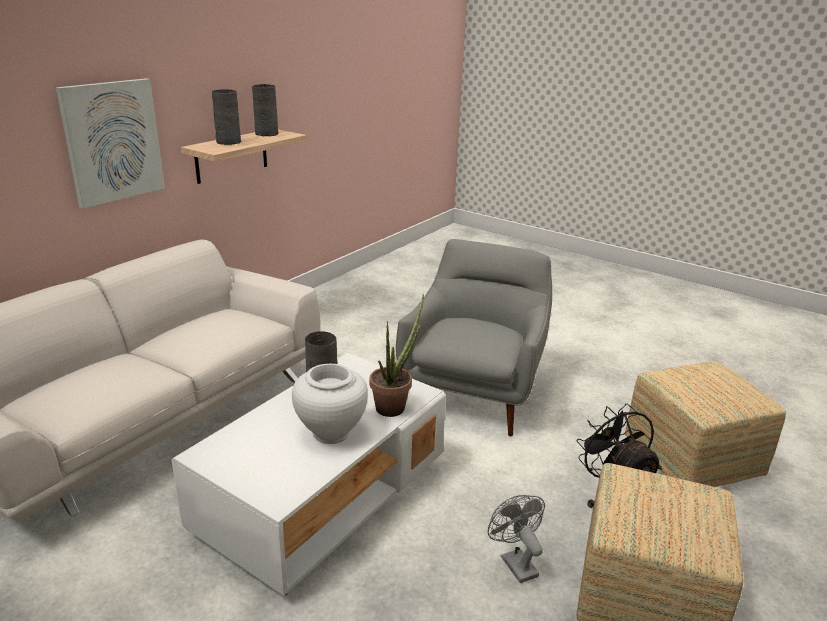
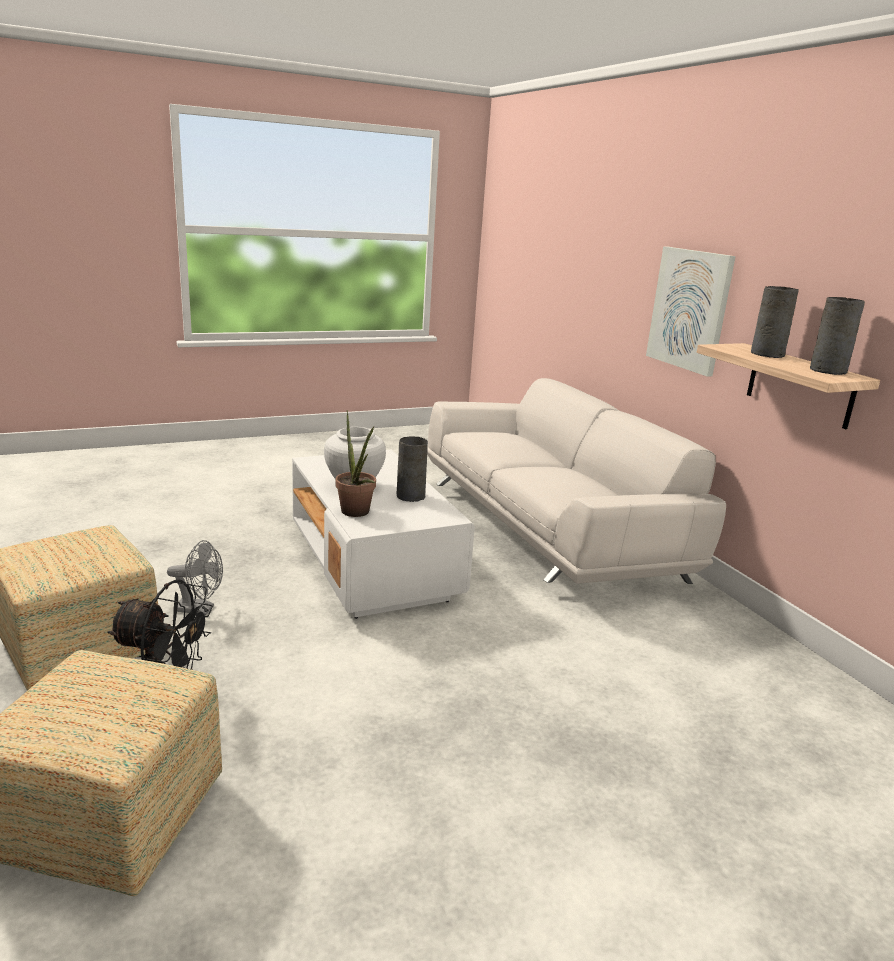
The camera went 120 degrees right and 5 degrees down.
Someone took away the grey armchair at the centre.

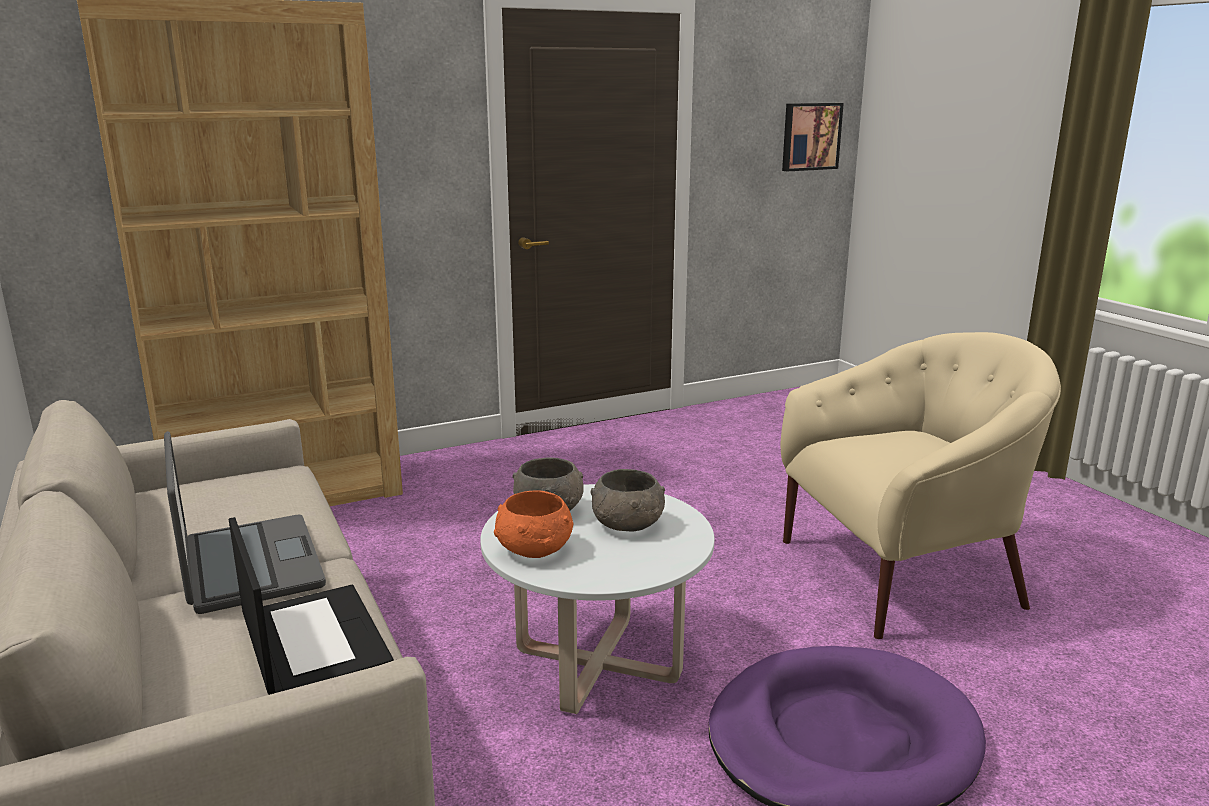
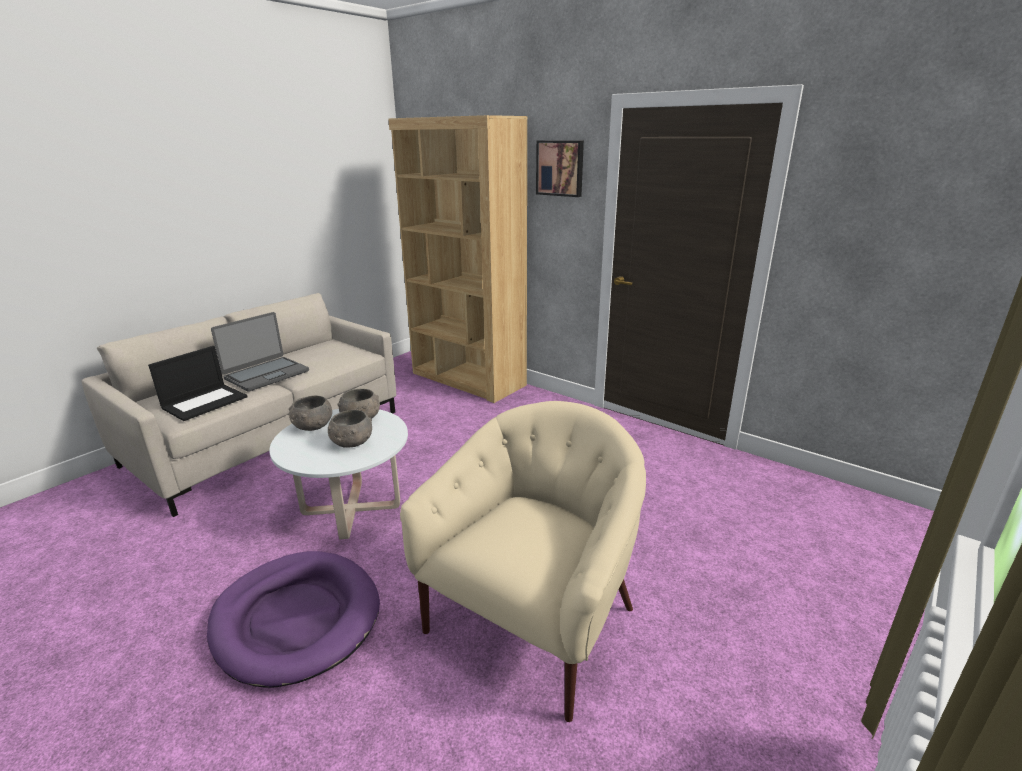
The camera went 65 degrees right and 5 degrees up.
Someone carried the wall picture from the top right to the top centre.
Someone repainted the orange bowl at the centre, which became the grey bowl (no. 1 from left) at the middle left.
Someone rotated the beige-coloured armchair at the middle right by 105 degrees counterclockwise.

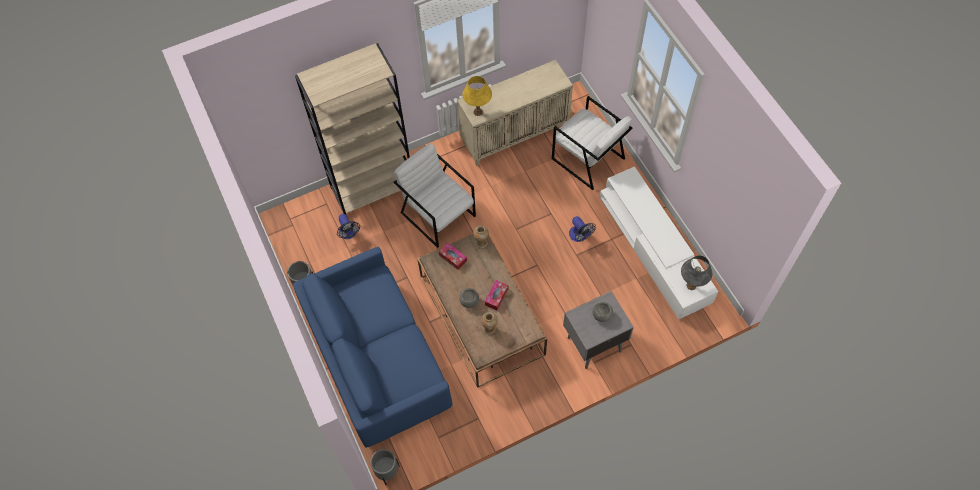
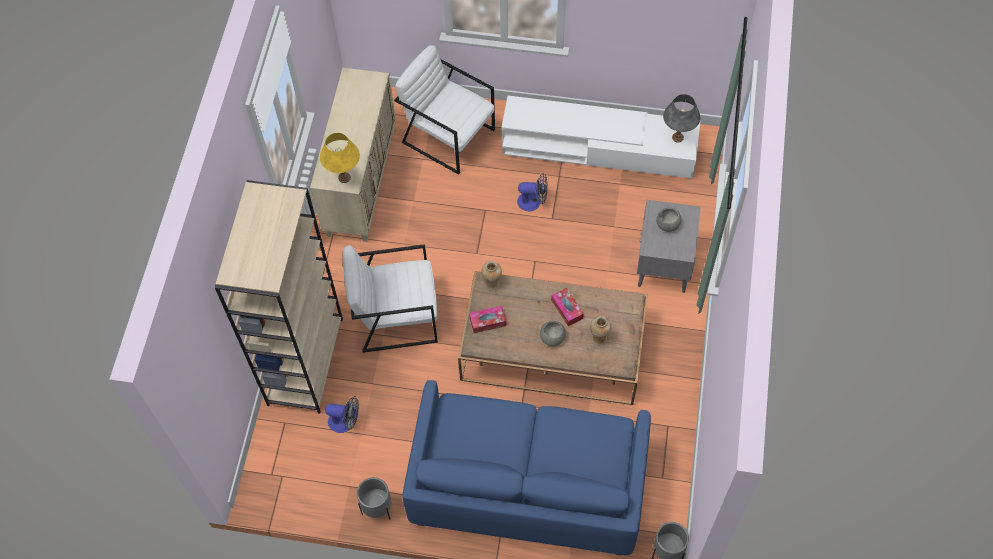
The camera went 55 degrees left and 0 degrees up.
Someone rotated the white-coloured armchair (no. 2 from left) at the top centre by 135 degrees counterclockwise.

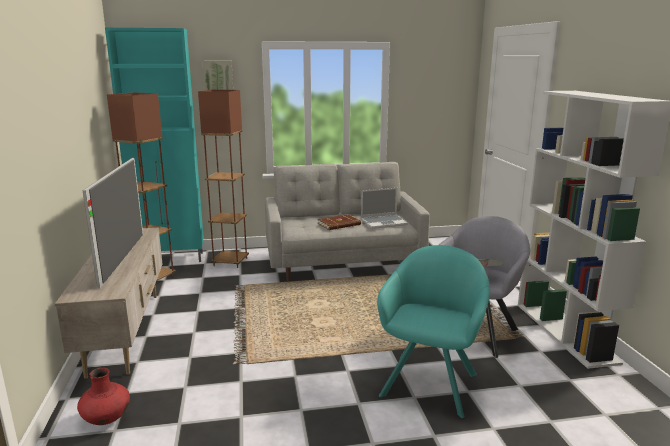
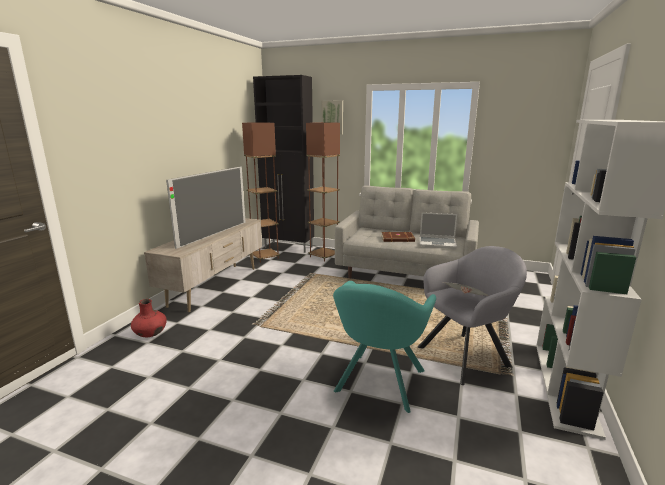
The camera went 30 degrees right and 0 degrees up.
Someone repainted the turquoise-coloured cupboard at the top left, which became the black-coloured cupboard at the centre.
Someone rotated the turquoise-coloured armchair at the bottom centre by 150 degrees clockwise.

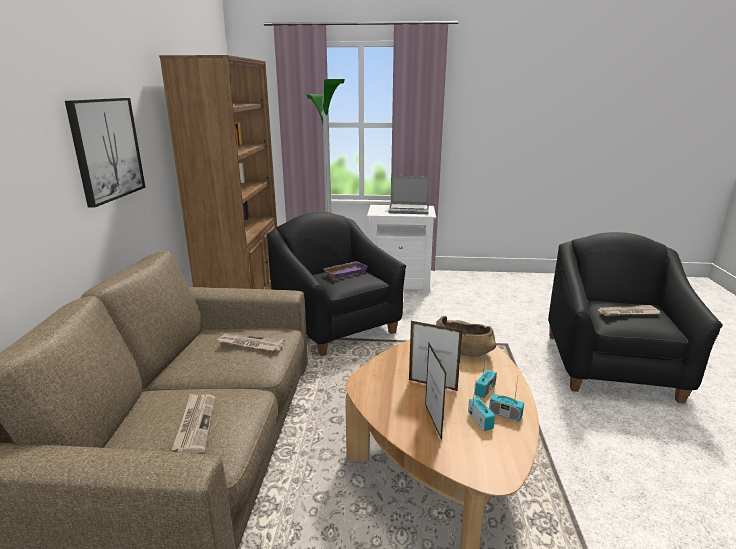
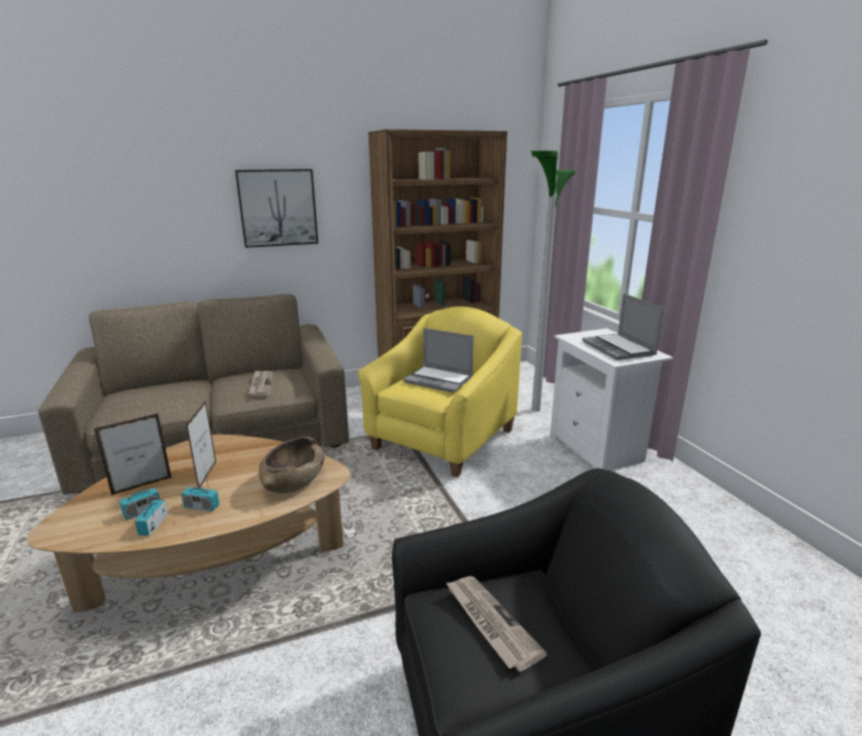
The camera went 65 degrees right and 0 degrees up.
Someone took away the daily paper (no. 1 from left) at the bottom left.
Someone swapped the purple-coloured tray at the centre for the laptop (no. 1 from left) at the centre.
Someone repainted the black-coloured armchair (no. 1 from left) at the centre, which became the yellow-coloured armchair at the centre.

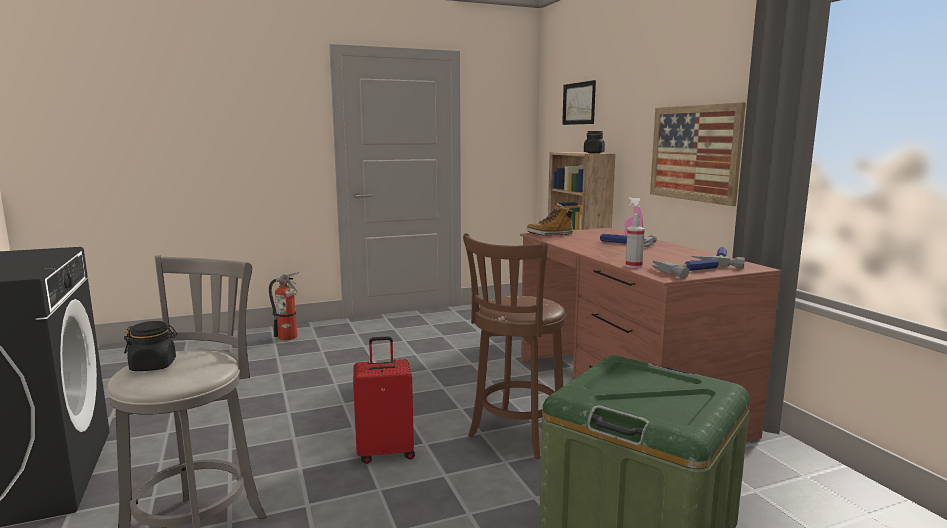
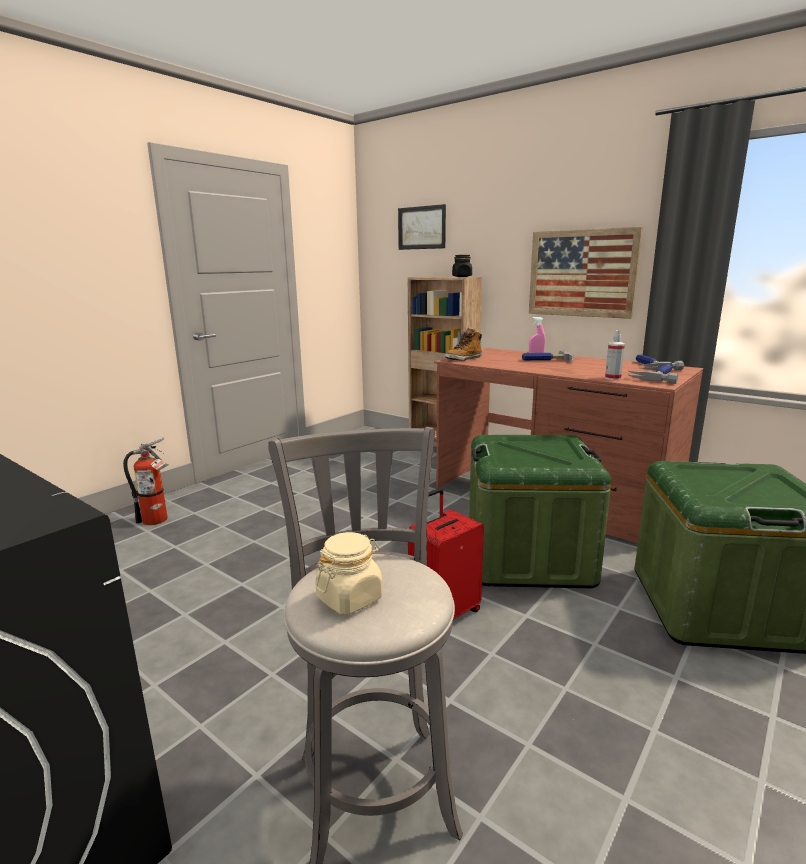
The camera went 30 degrees left and 5 degrees up.
Someone swapped the brown stool seat at the centre for the green storage bin (no. 1 from left) at the middle right.
Someone repainted the black-coloured jar (no. 1 from left) at the middle left, which became the beige-coloured jar at the centre.

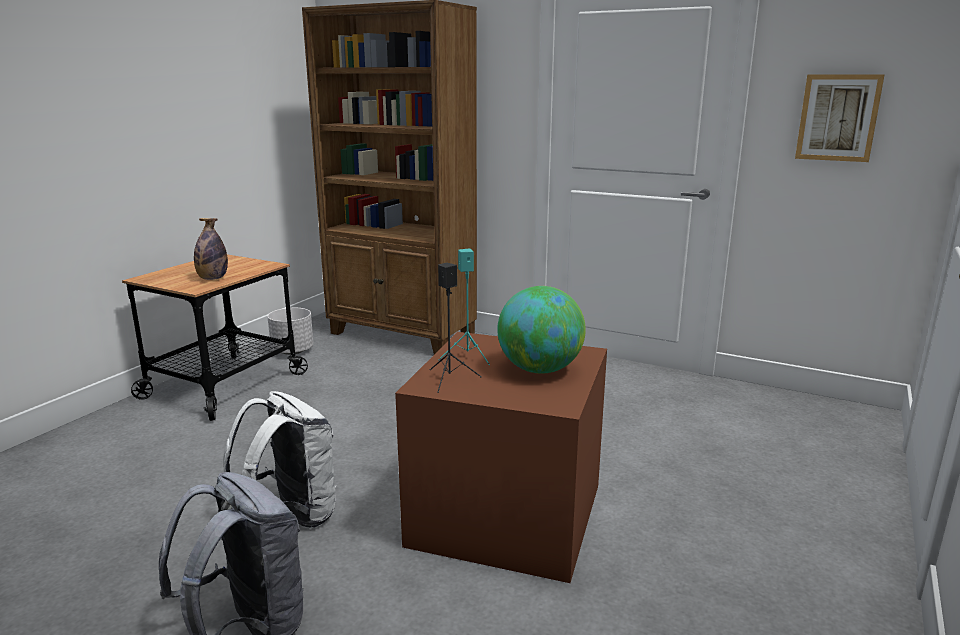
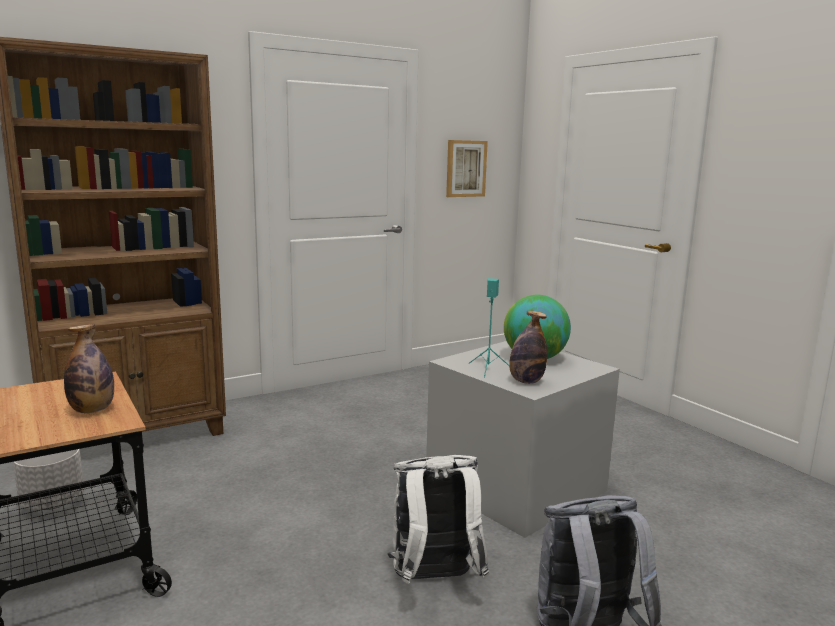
The camera went 60 degrees left and 5 degrees down.
Someone swapped the black-coloured audio speaker at the centre for the beverage bottle (no. 2 from left) at the centre.
Someone repainted the brown storage bin at the bottom centre, which became the grey storage bin at the bottom centre.

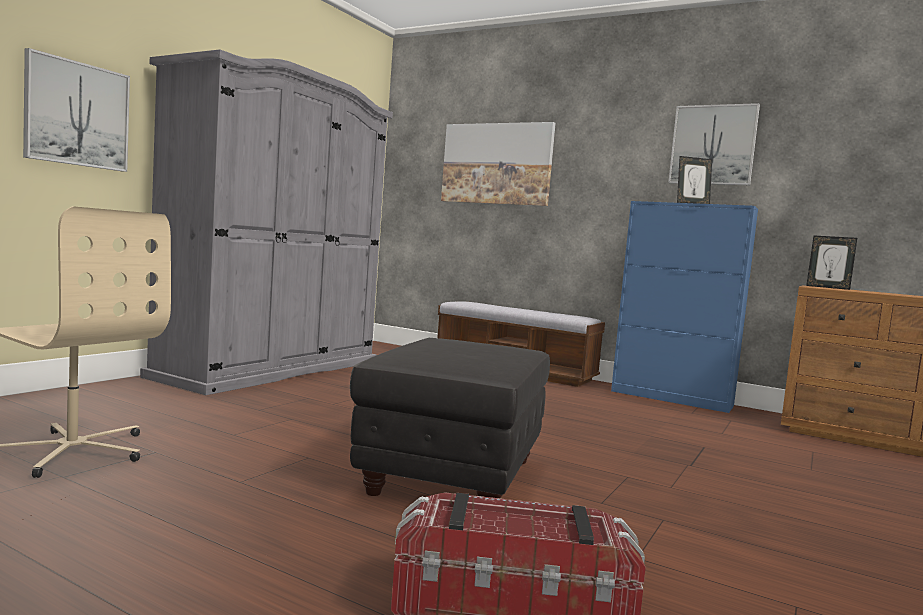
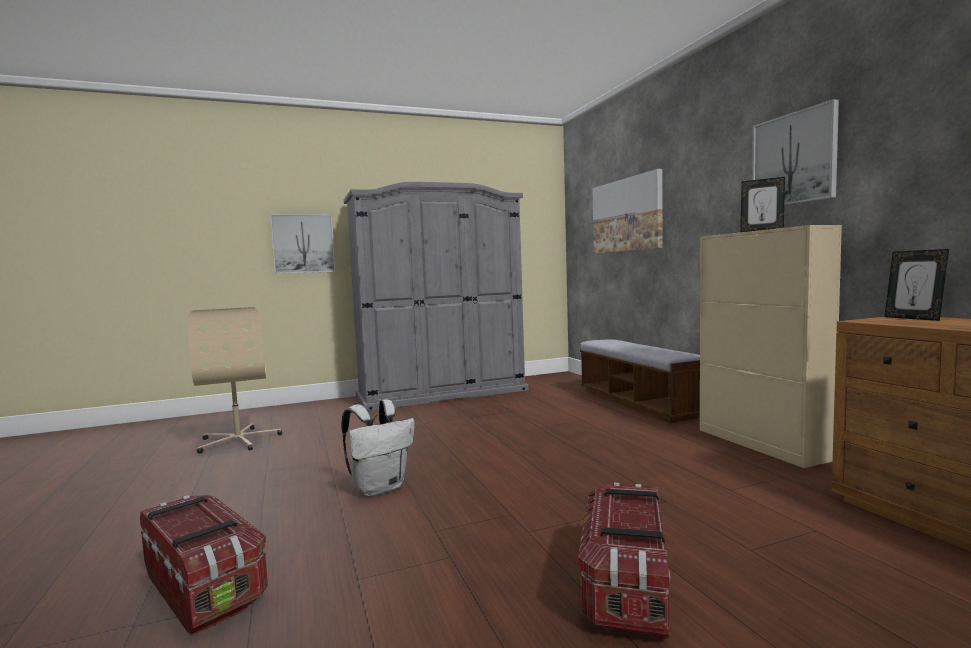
The camera went 40 degrees right and 0 degrees up.
Someone put down the storage bin (no. 2 from left) at the bottom centre.
Someone swapped the black-coloured ottoman at the bottom centre for the white-coloured backpack at the bottom centre.
Someone repainted the bluish cupboard at the middle right, which became the beige-coloured cupboard at the middle right.

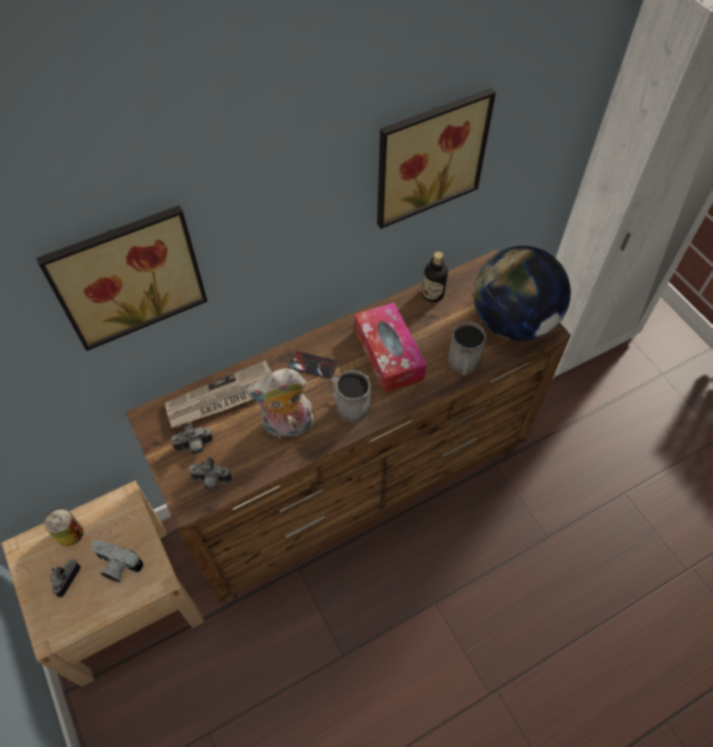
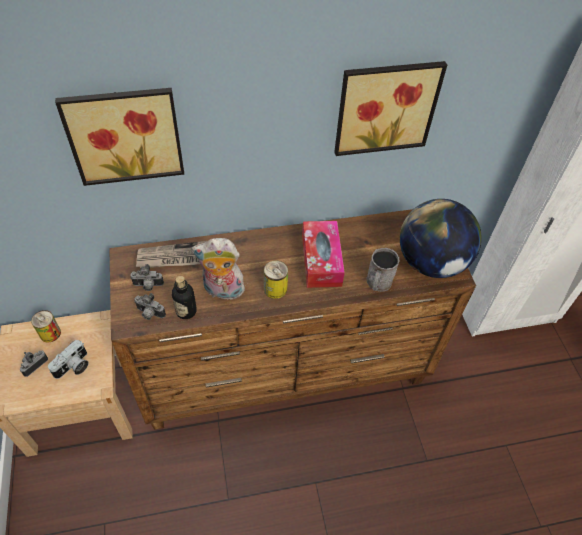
The camera went 15 degrees right and 5 degrees down.
Someone took away the phone at the centre.
Someone carried the beverage bottle from the centre to the middle left.
Someone swapped the grey tea mug (no. 1 from left) at the centre for the metal can (no. 2 from left) at the centre.
Someone rotated the photo camera (no. 2 from left) at the bottom left by 90 degrees counterclockwise.

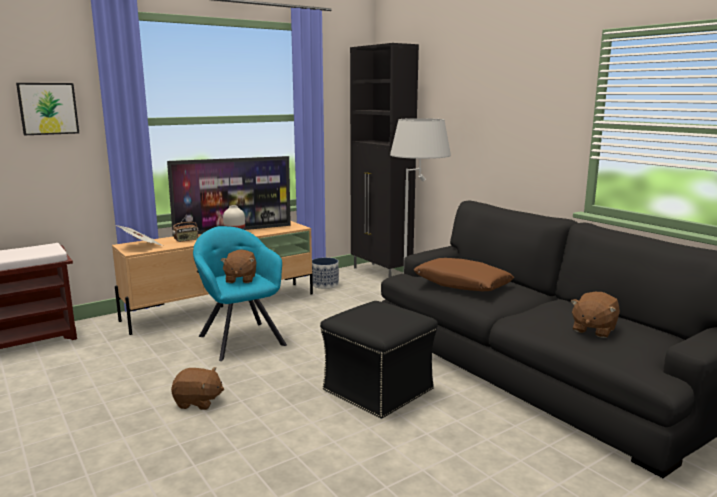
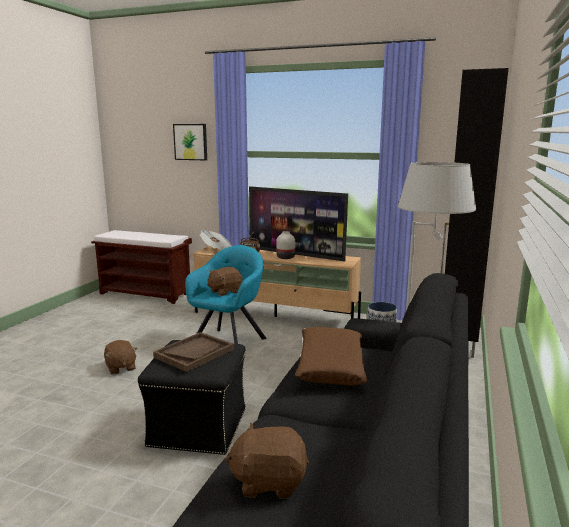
The camera went 55 degrees right and 0 degrees up.
Someone put down the brown tray at the bottom centre.

